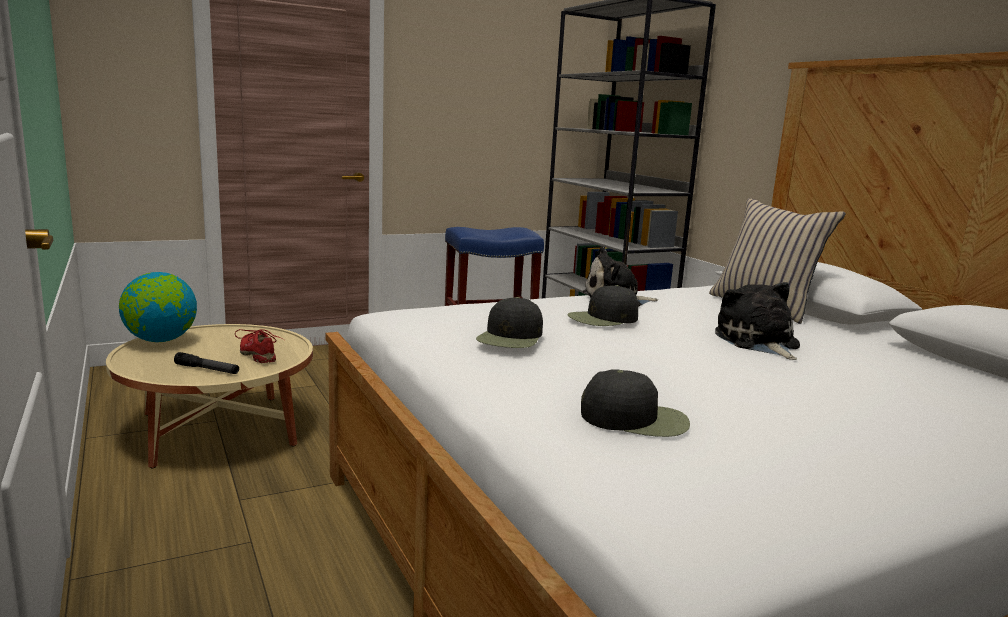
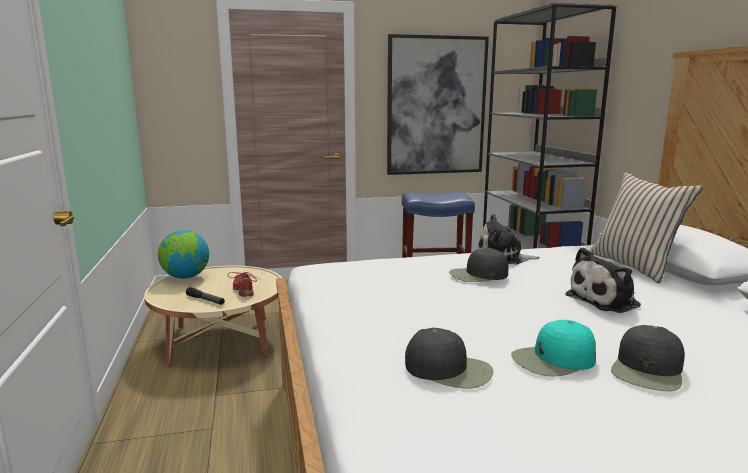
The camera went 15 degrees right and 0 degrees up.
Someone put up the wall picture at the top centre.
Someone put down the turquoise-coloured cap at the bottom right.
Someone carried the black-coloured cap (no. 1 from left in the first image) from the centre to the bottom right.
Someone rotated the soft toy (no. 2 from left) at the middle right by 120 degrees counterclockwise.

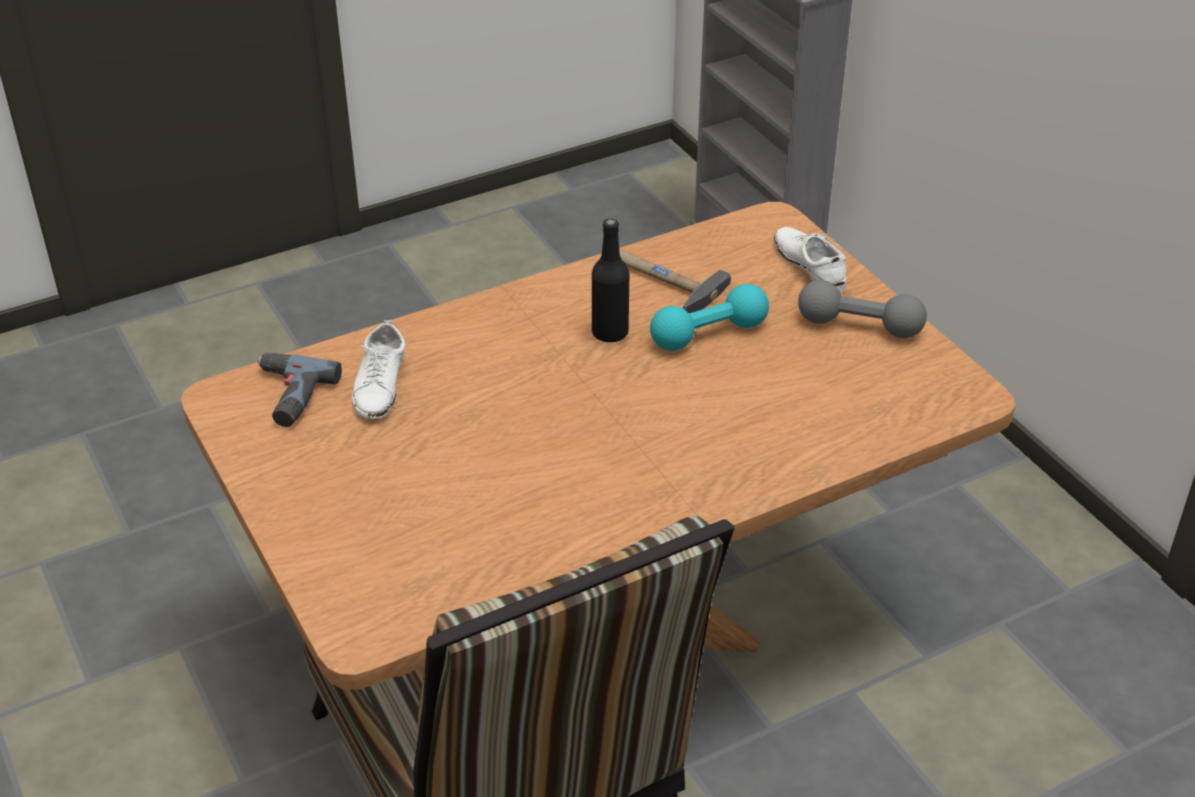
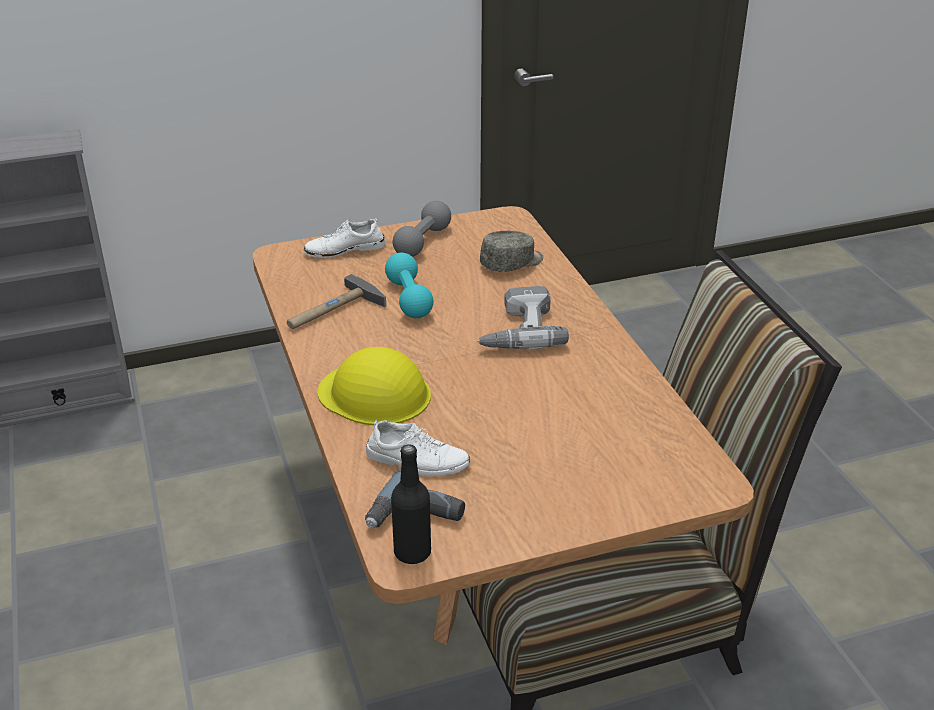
The camera went 80 degrees left and 5 degrees down.
Someone put down the yellow-coloured safety helmet at the centre.
Someone put down the electric drill (no. 2 from left) at the centre.
Someone put down the grey cap at the centre.
Someone carried the black-coloured beverage bottle from the centre to the bottom centre.

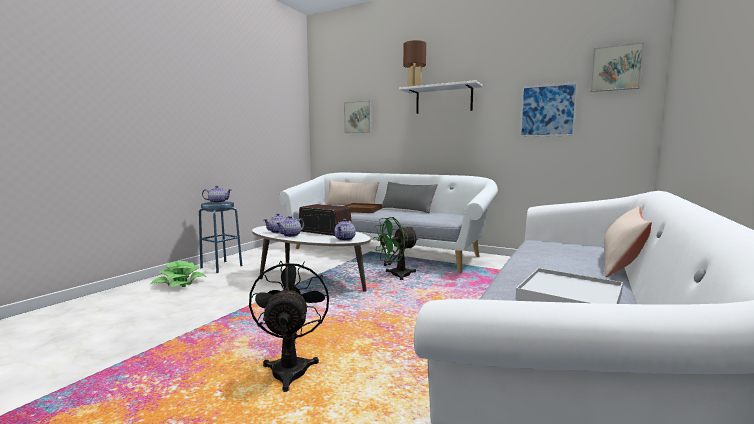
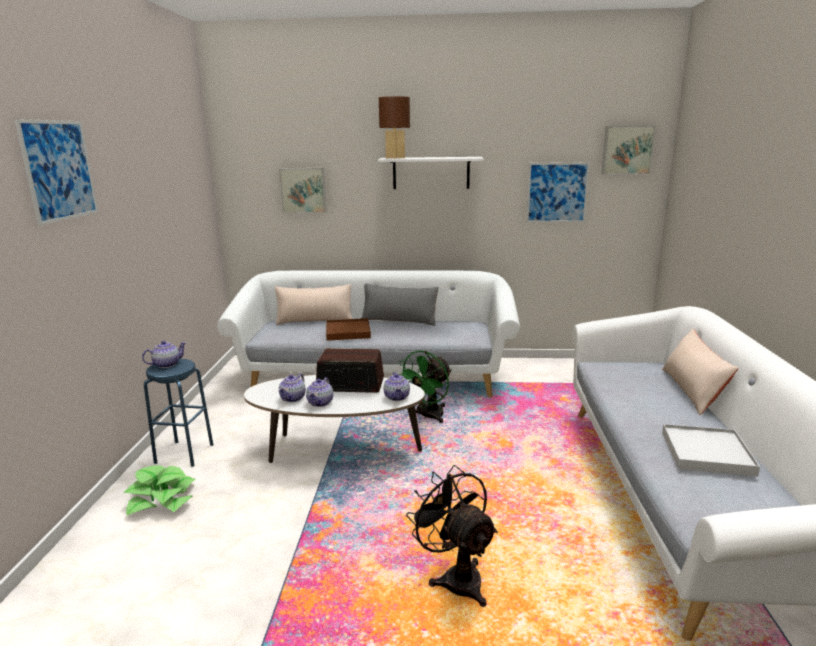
The camera went 25 degrees left and 10 degrees up.
Someone put up the wall picture (no. 1 from left) at the top left.

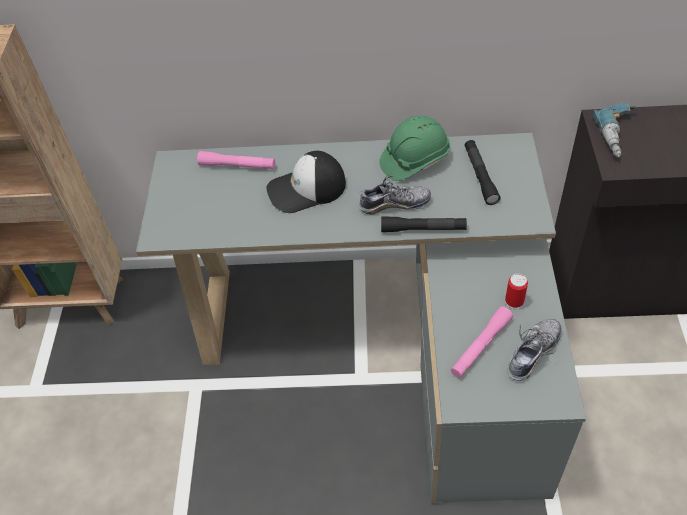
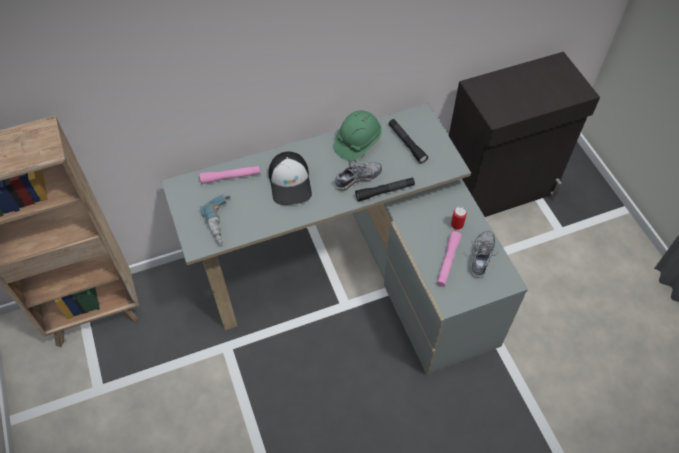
The camera went 25 degrees left and 5 degrees up.
Someone carried the electric drill from the top right to the middle left.
Someone rotated the cap at the centre by 60 degrees counterclockwise.

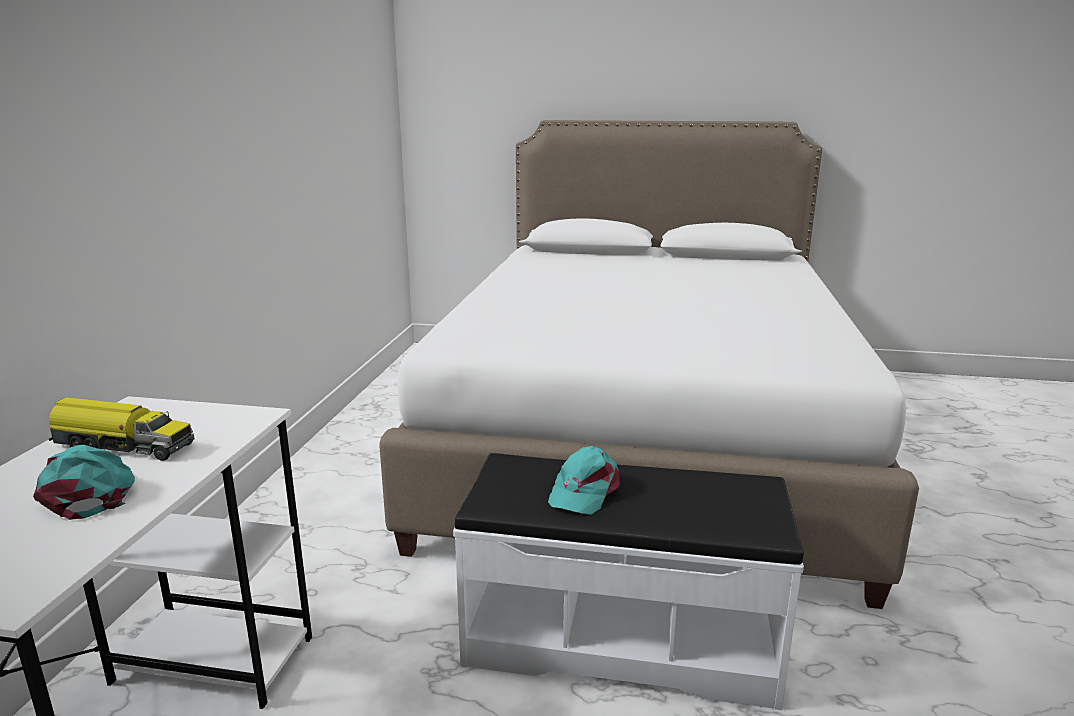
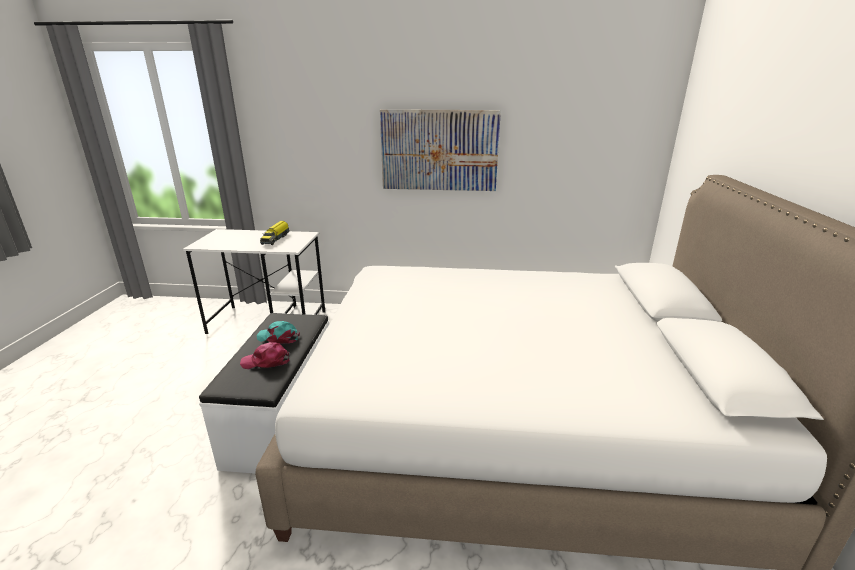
The camera went 85 degrees right and 5 degrees up.
Someone took away the turquoise-coloured cap (no. 1 from left) at the bottom left.
Someone put down the pinkish cap at the middle left.
Someone put up the wall picture at the top centre.

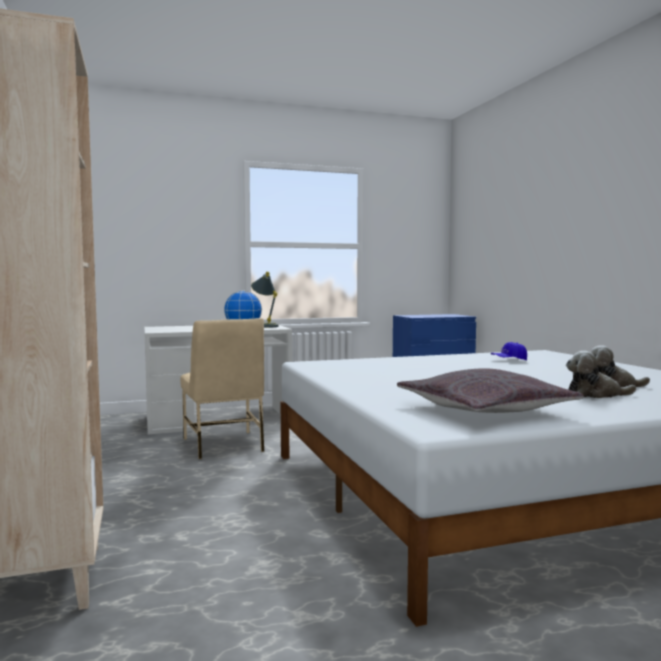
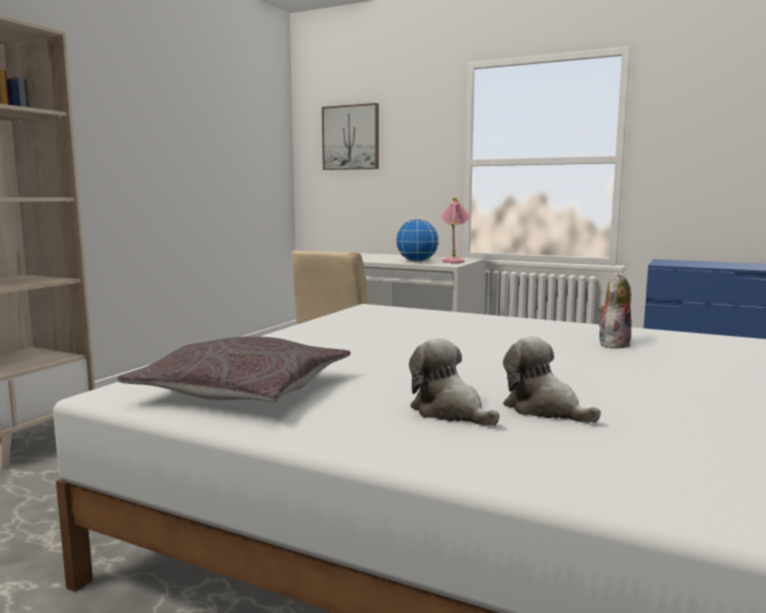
The camera went 45 degrees right and 5 degrees up.
Someone put up the wall picture at the top centre.
Someone swapped the bluish cap at the middle right for the soft toy (no. 3 from left) at the middle right.
Someone repainted the grey table lamp at the centre, which became the pinkish table lamp at the centre.

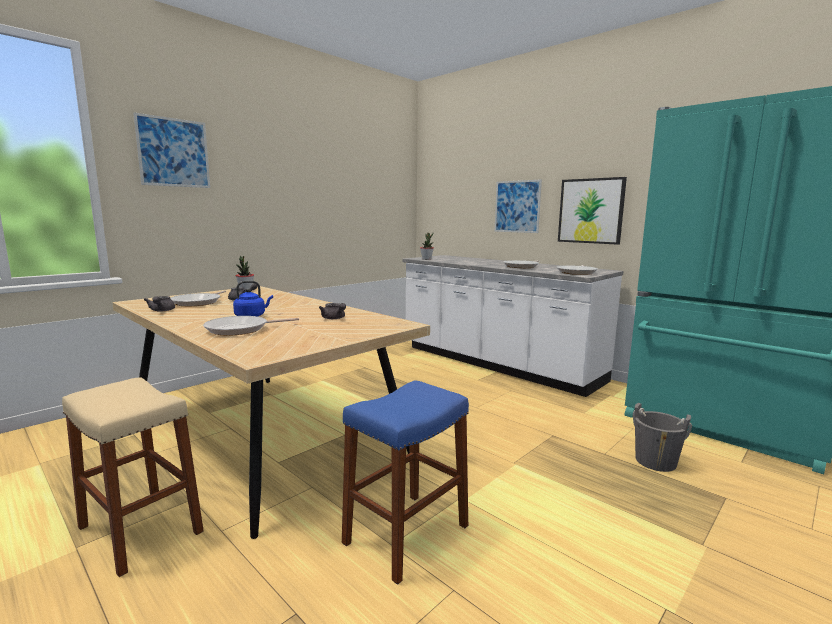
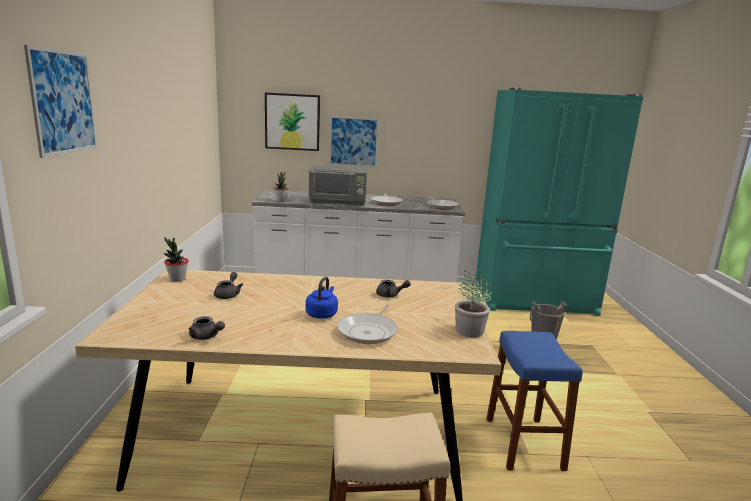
The camera went 45 degrees left and 5 degrees up.
Someone took away the frying pan (no. 1 from left) at the middle left.
Someone put down the grey microwave oven at the centre.
Someone put down the plant in a pot (no. 3 from left) at the centre.
Someone carried the wall picture (no. 3 from left in the first image) from the middle right to the top centre.

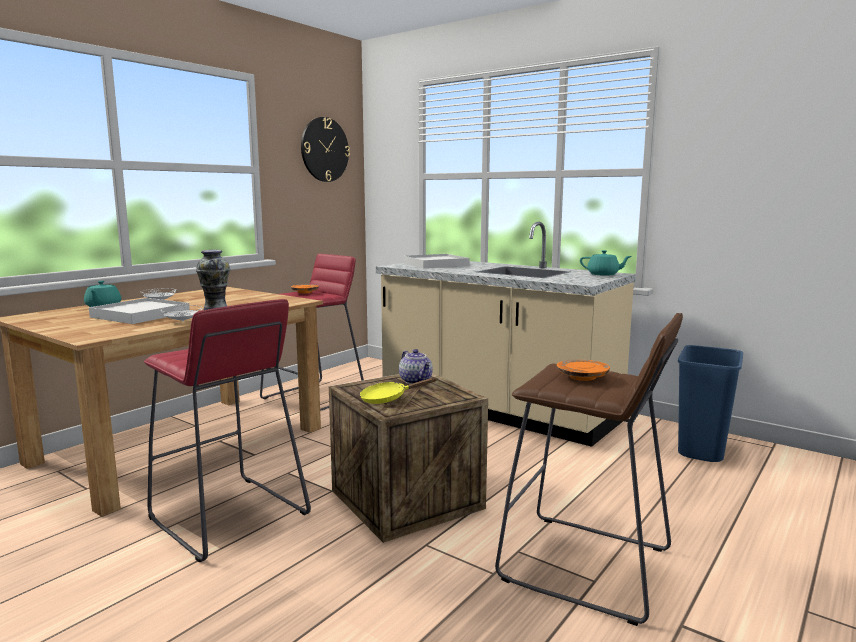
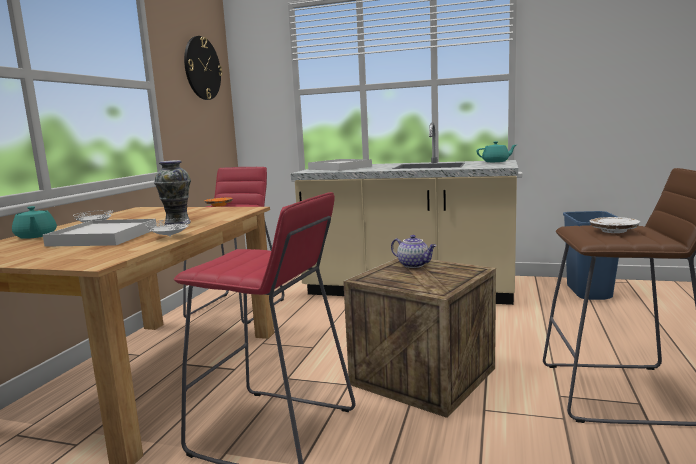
The camera went 20 degrees left and 0 degrees up.
Someone took away the yellow-coloured frying pan at the centre.
Someone repainted the orange flat dish (no. 2 from left) at the middle right, which became the white-coloured flat dish (no. 3 from left) at the middle right.

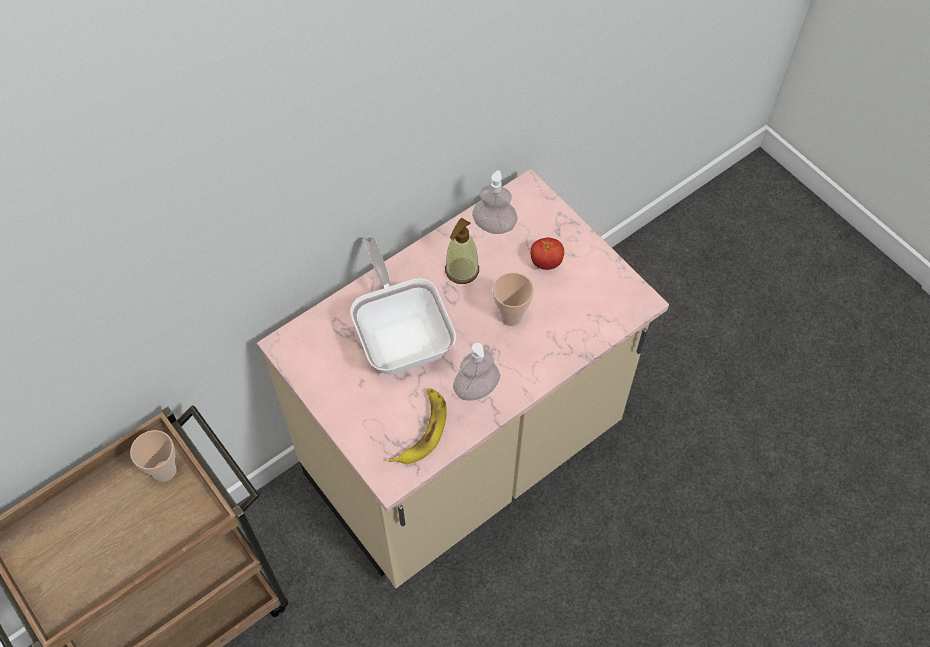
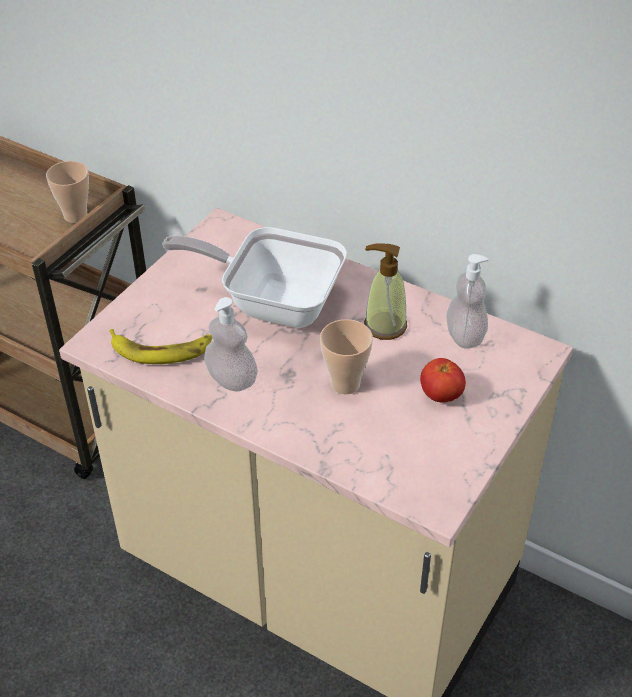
The camera went 70 degrees right and 15 degrees down.
Someone rotated the frying pan at the centre by 120 degrees counterclockwise.

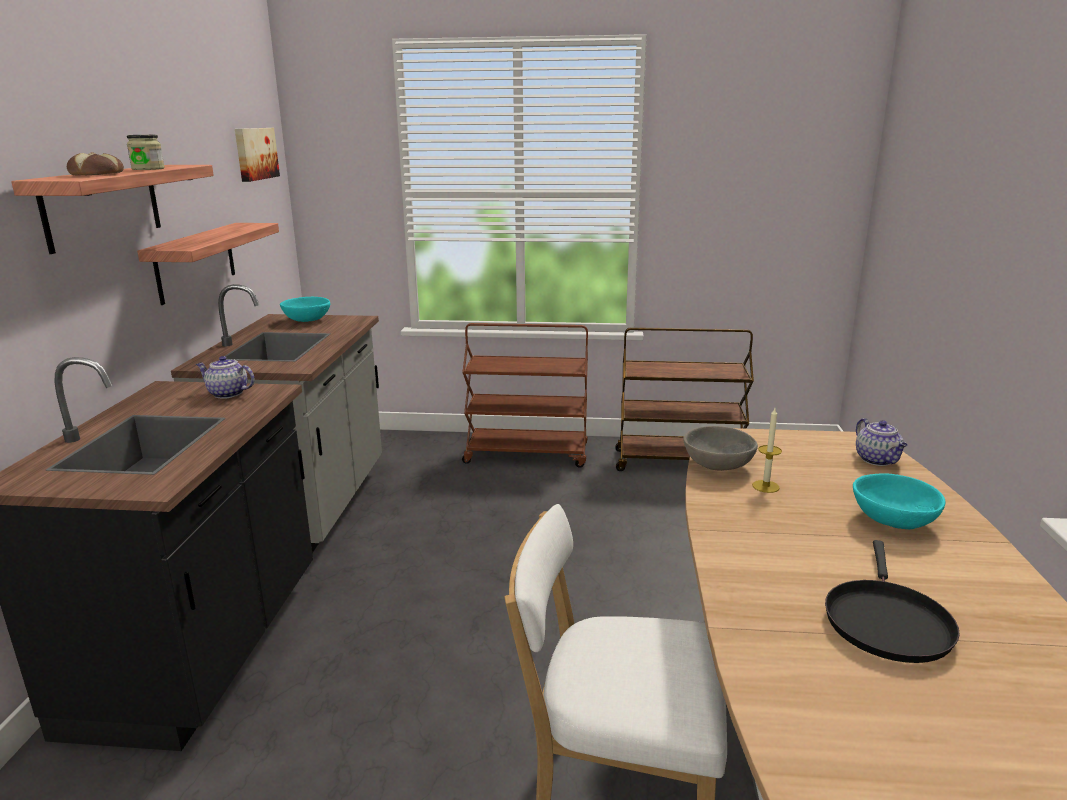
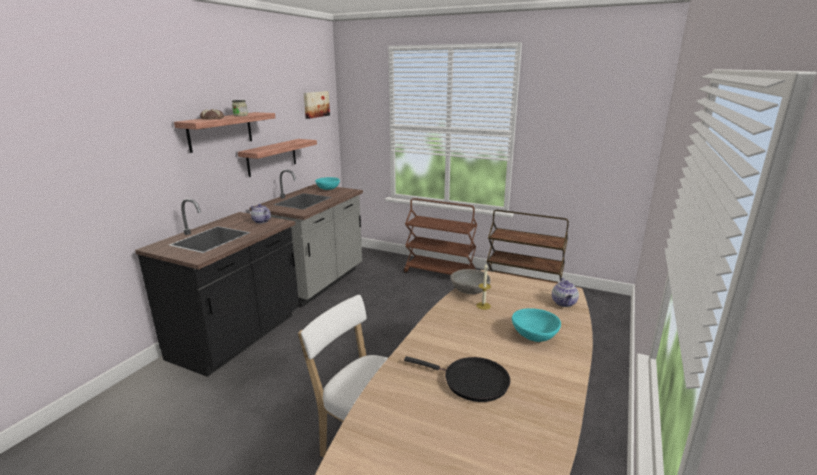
The camera went 20 degrees right and 0 degrees up.
Someone rotated the black-coloured frying pan at the bottom right by 105 degrees counterclockwise.

